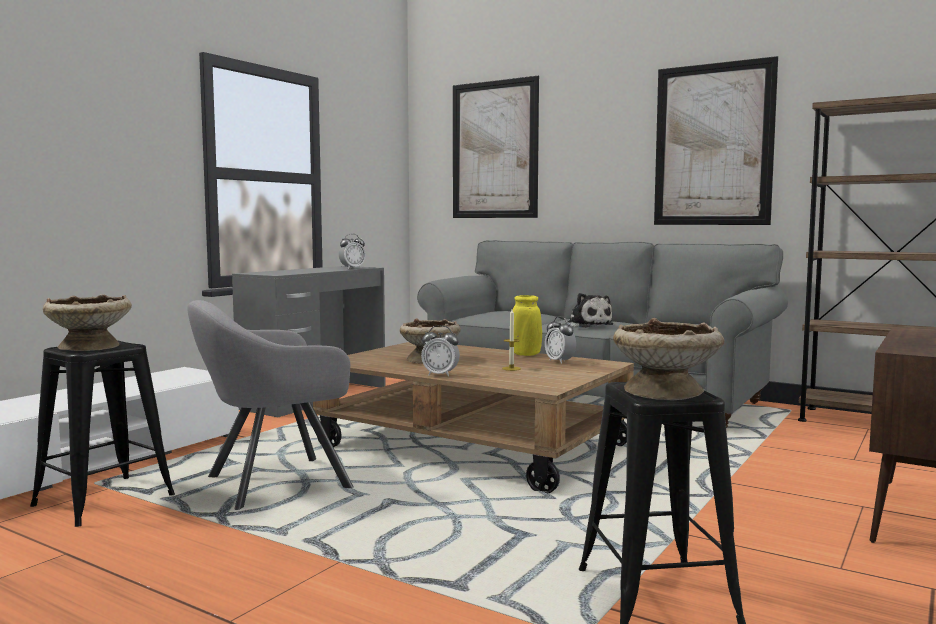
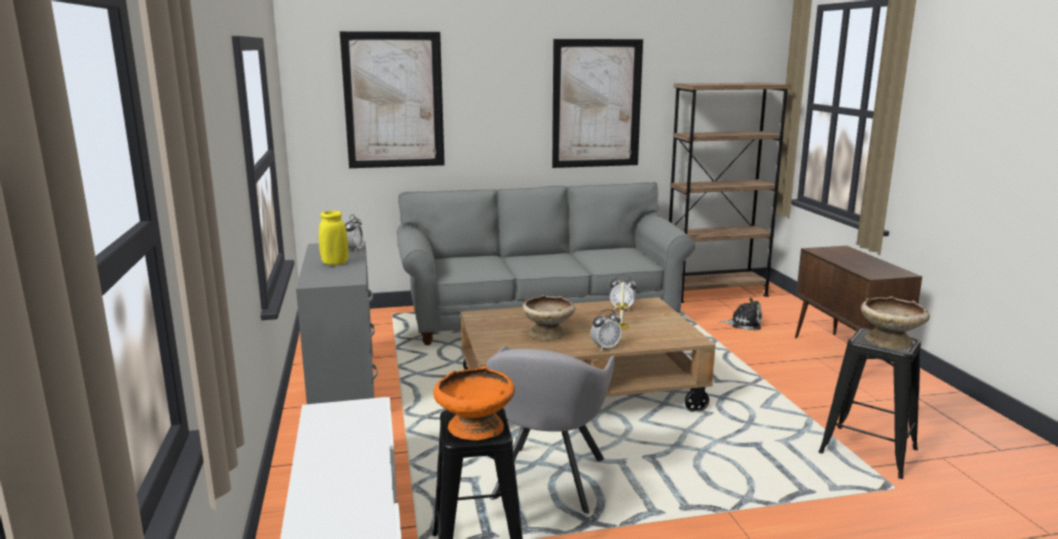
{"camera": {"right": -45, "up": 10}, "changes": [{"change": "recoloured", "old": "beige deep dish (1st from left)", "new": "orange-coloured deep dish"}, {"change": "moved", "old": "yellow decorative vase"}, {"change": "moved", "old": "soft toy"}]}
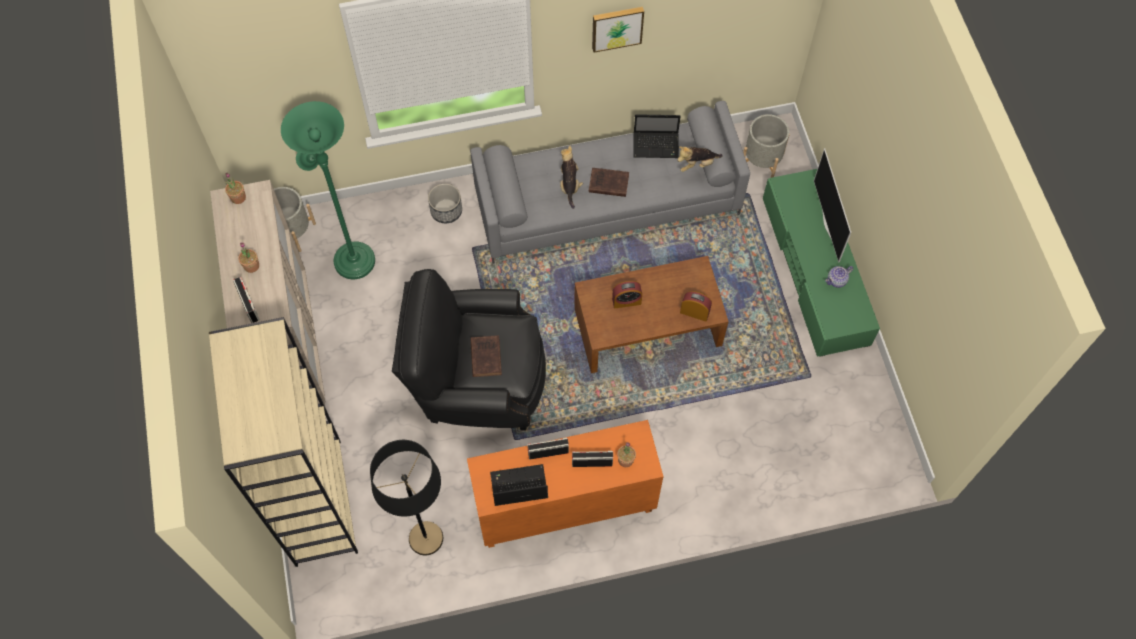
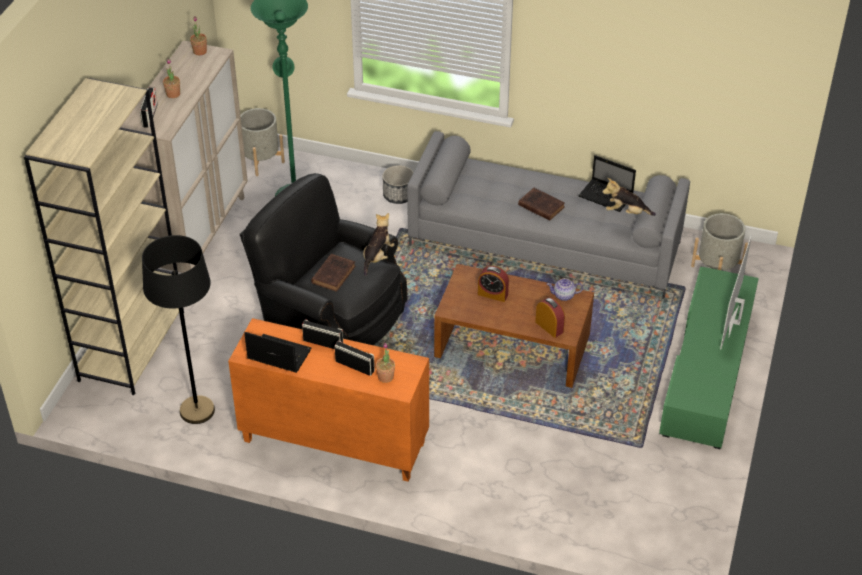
{"camera": {"right": 30, "up": -20}, "changes": [{"change": "moved", "old": "soft toy (1st from left)"}, {"change": "removed", "old": "wall art"}, {"change": "moved", "old": "teapot"}]}
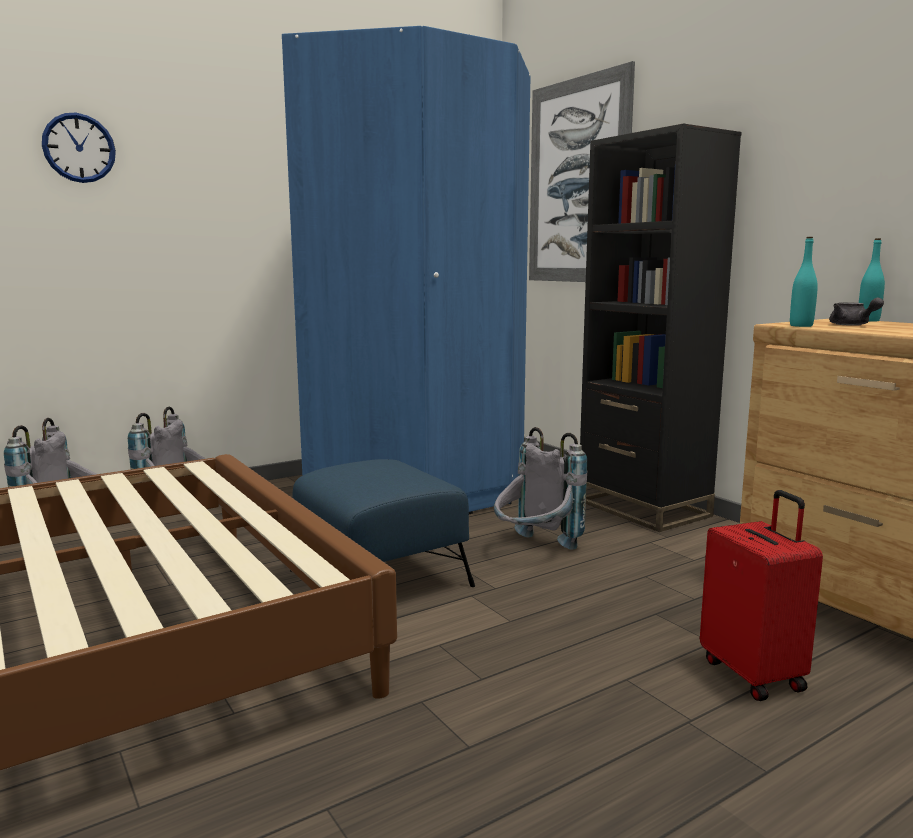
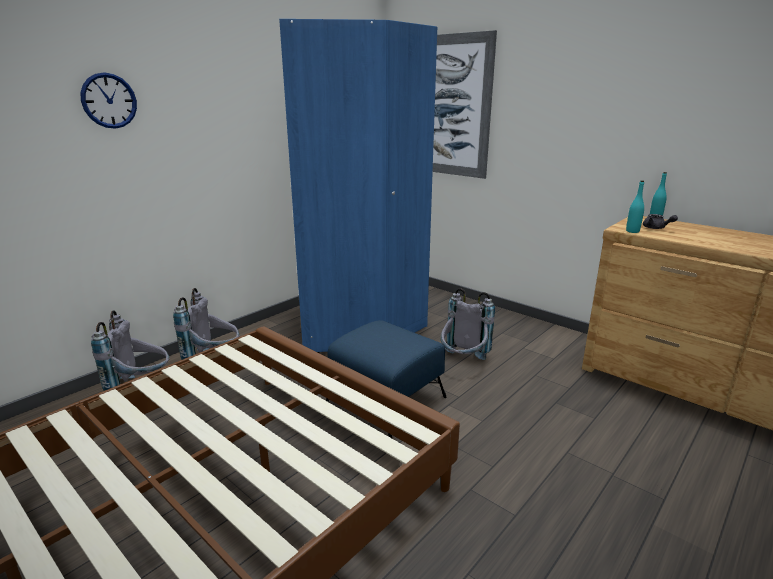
{"camera": {"right": -15, "up": 10}, "changes": [{"change": "removed", "old": "black bookshelf"}, {"change": "removed", "old": "reddish piece of luggage"}]}
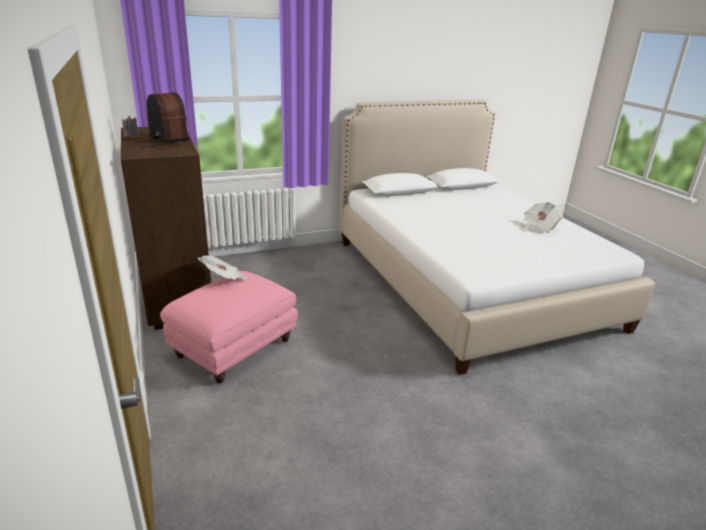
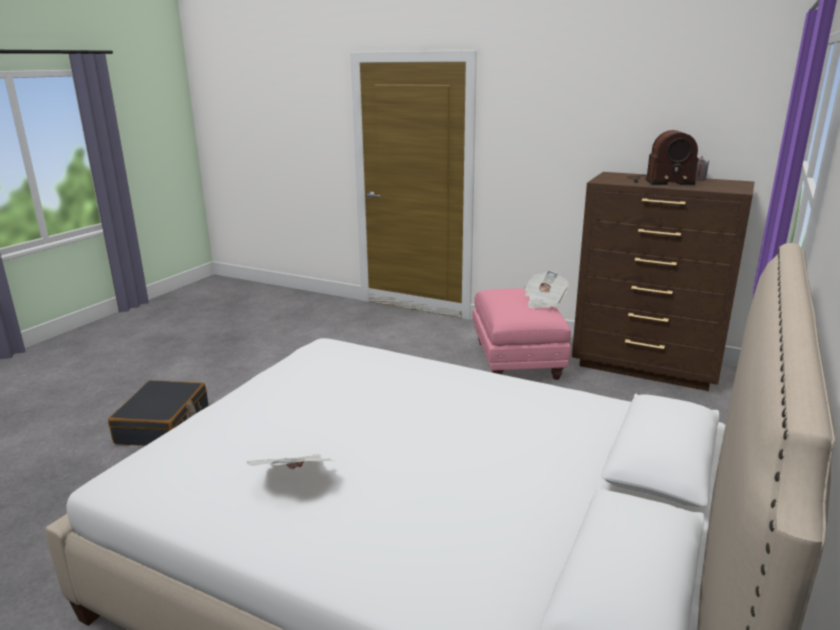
{"camera": {"right": 140, "up": -5}, "changes": [{"change": "added", "new": "black piece of luggage"}]}
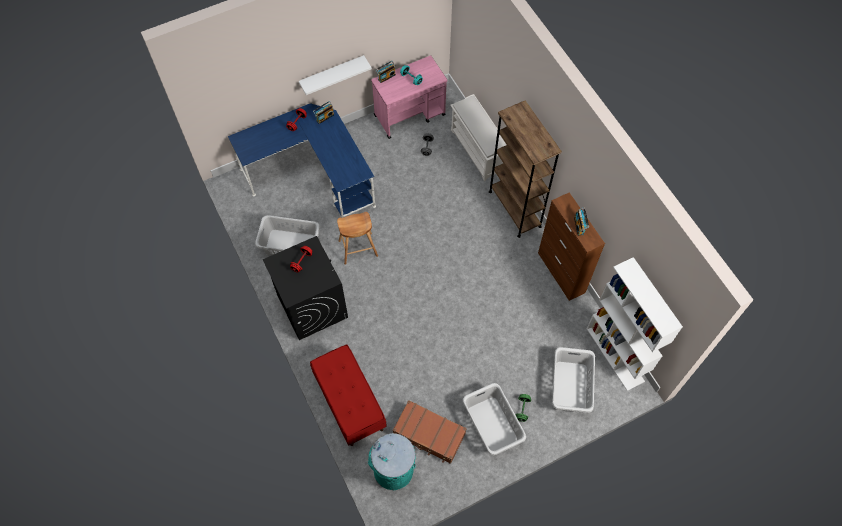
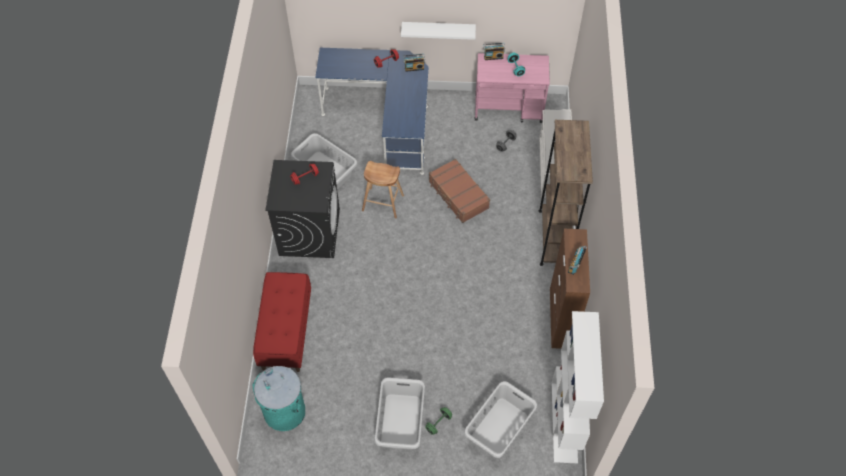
{"camera": {"right": 30, "up": -5}, "changes": [{"change": "moved", "old": "brownish piece of luggage"}]}
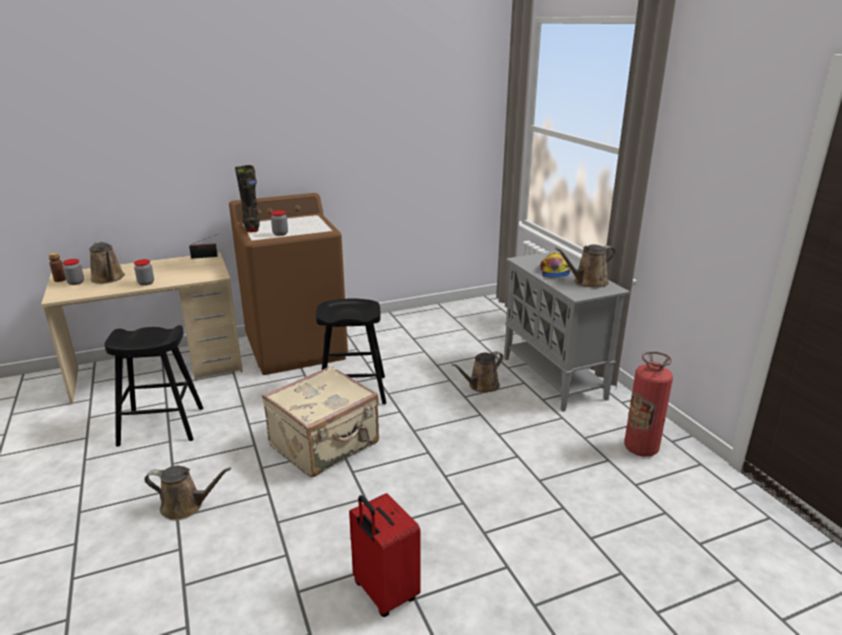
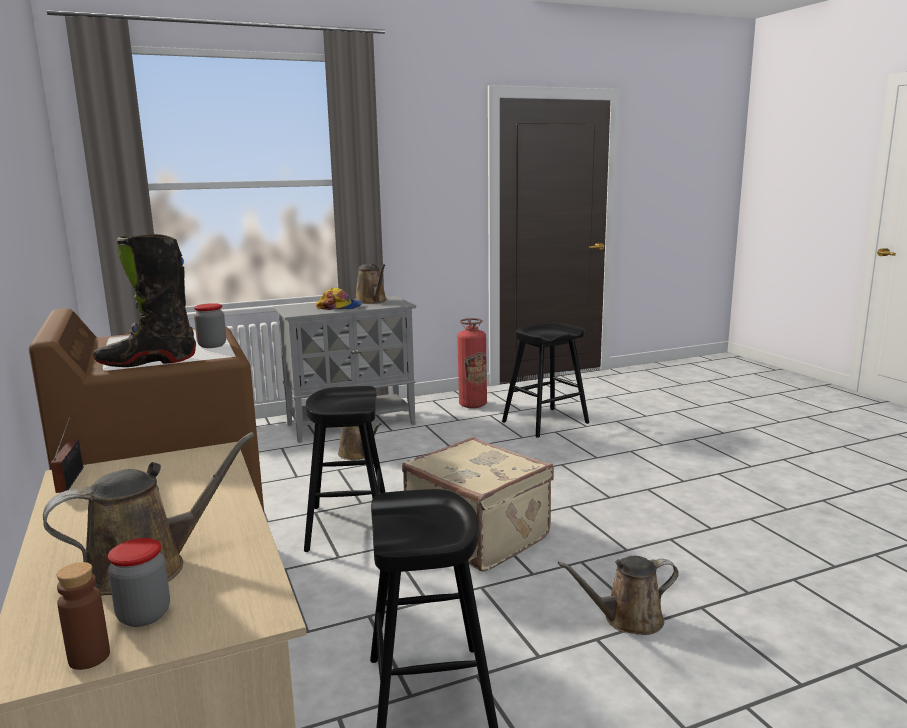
{"camera": {"right": -90, "up": -10}, "changes": [{"change": "removed", "old": "preserve jar (2nd from left)"}, {"change": "turned", "old": "brownish sprinkling can (2nd from left in the first image)", "degrees": -105}, {"change": "removed", "old": "reddish piece of luggage"}, {"change": "added", "new": "black stool (3rd from left)"}]}
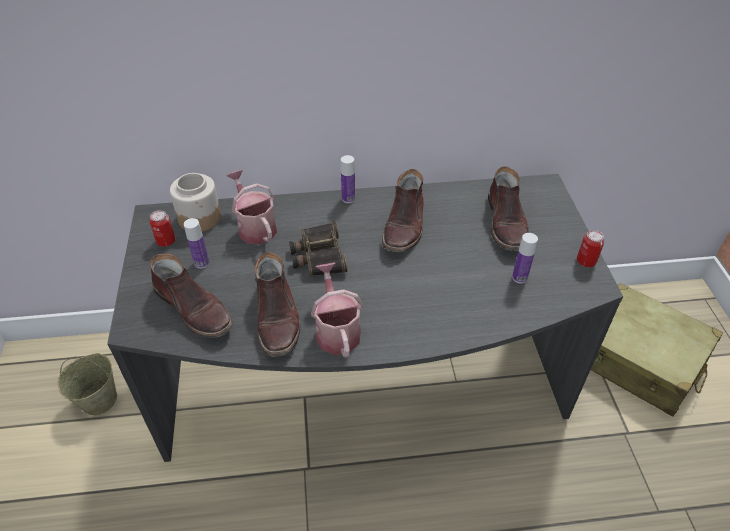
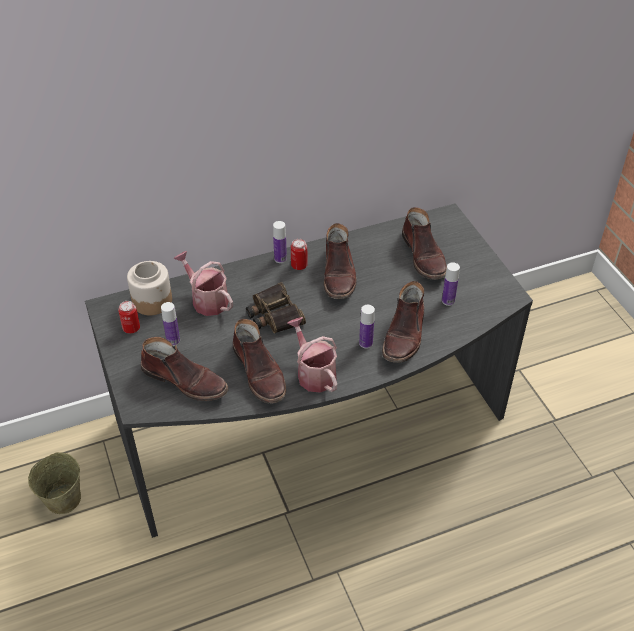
{"camera": {"right": -15, "up": 0}, "changes": [{"change": "moved", "old": "can (2nd from left)"}, {"change": "removed", "old": "beige piece of luggage"}, {"change": "added", "new": "bottle (3rd from left)"}, {"change": "added", "new": "brownish high-top boot (4th from left)"}]}
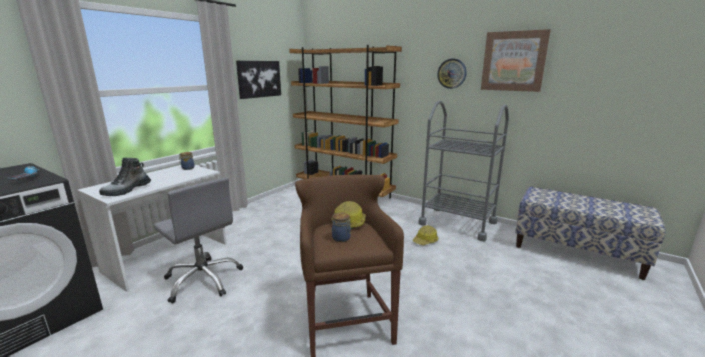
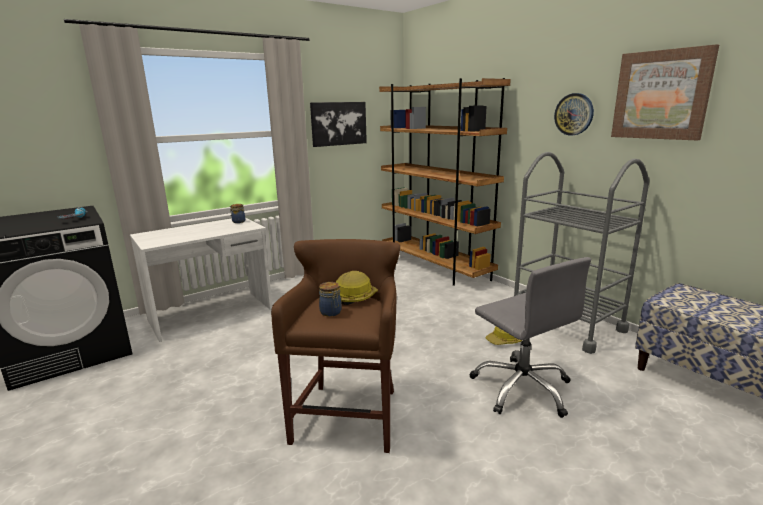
{"camera": {"right": 20, "up": 0}, "changes": [{"change": "removed", "old": "high-top boot"}, {"change": "moved", "old": "grey desk chair"}]}
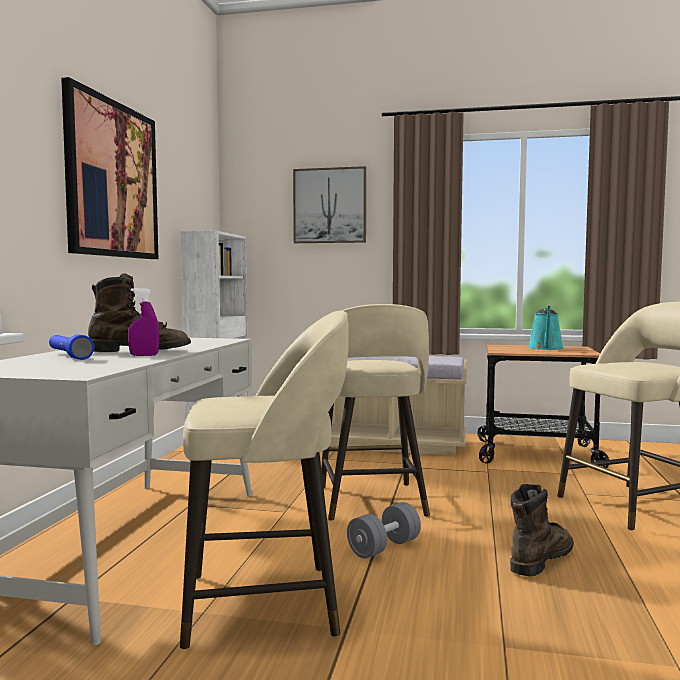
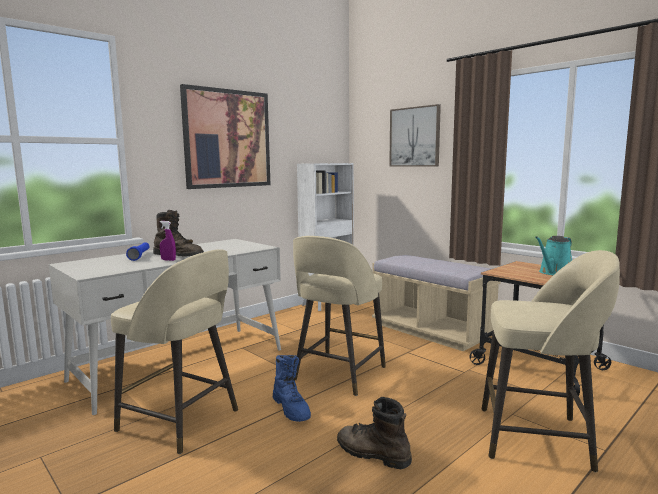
{"camera": {"right": 35, "up": 5}, "changes": [{"change": "replaced", "old": "grey hand weight", "new": "blue high-top boot"}, {"change": "turned", "old": "brownish high-top boot (2nd from left)", "degrees": -135}]}
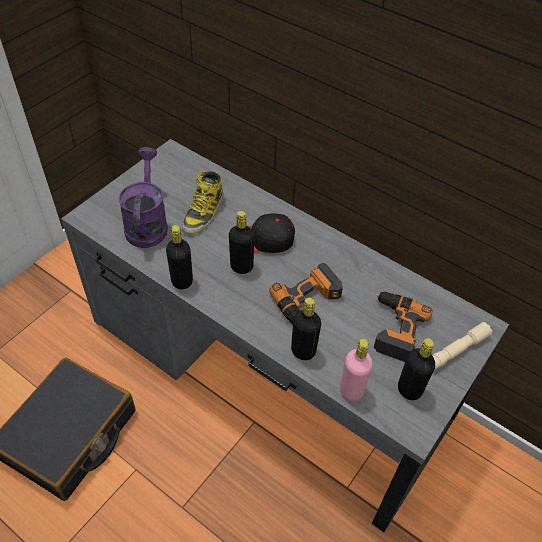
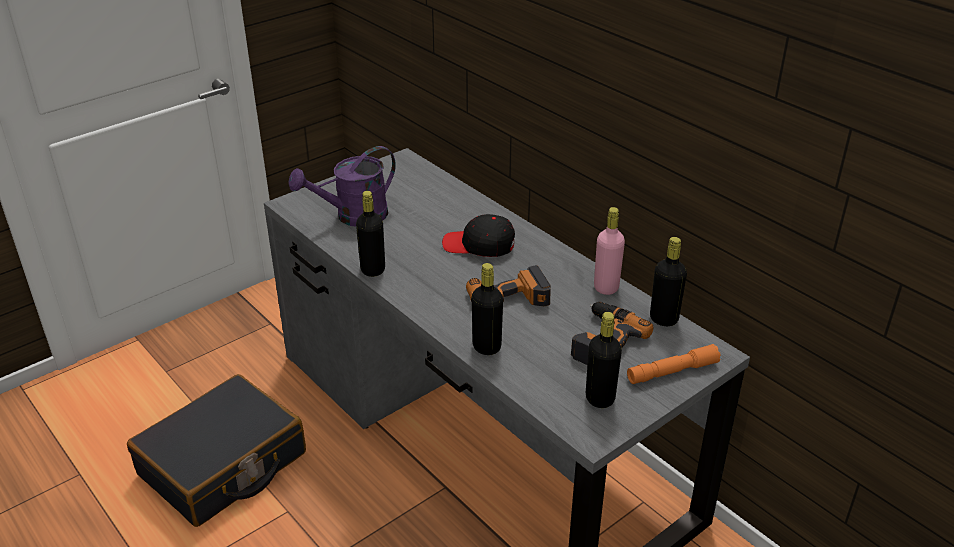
{"camera": {"right": 15, "up": -15}, "changes": [{"change": "turned", "old": "purple sprinkling can", "degrees": -135}, {"change": "removed", "old": "high-top boot"}, {"change": "moved", "old": "black bottle (2nd from left in the first image)", "new": "black bottle (4th from left)"}, {"change": "moved", "old": "pinkish bottle"}, {"change": "recoloured", "old": "beige torch", "new": "orange-coloured torch"}]}
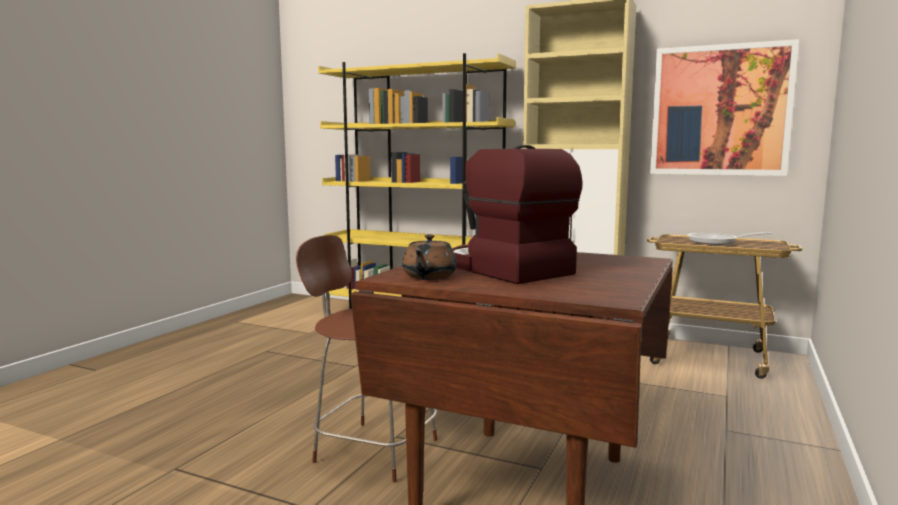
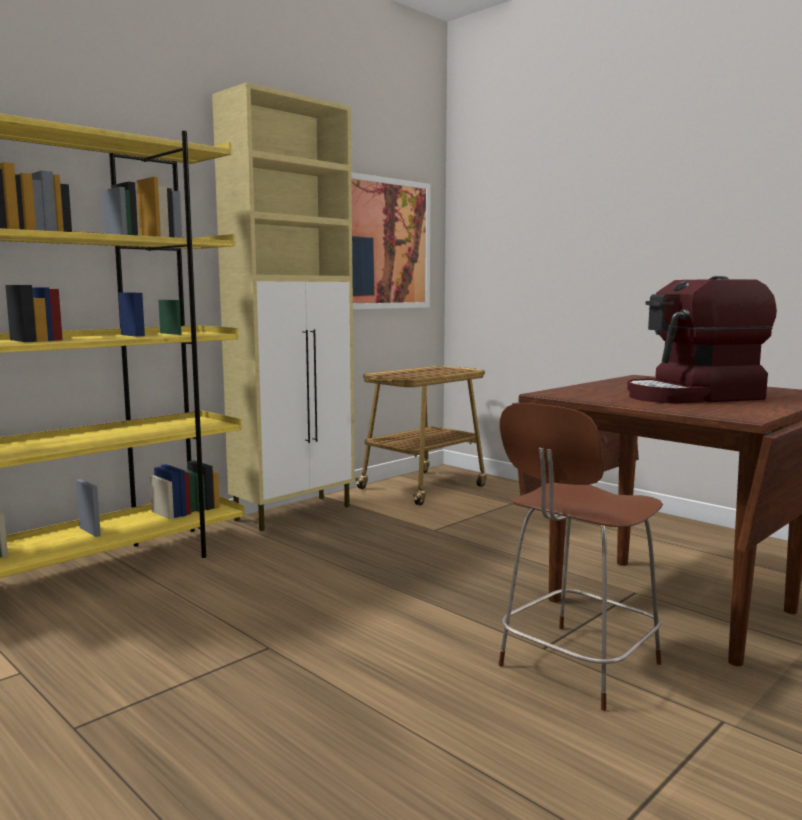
{"camera": {"right": -70, "up": 0}, "changes": [{"change": "removed", "old": "brownish teapot"}, {"change": "removed", "old": "pan"}]}
